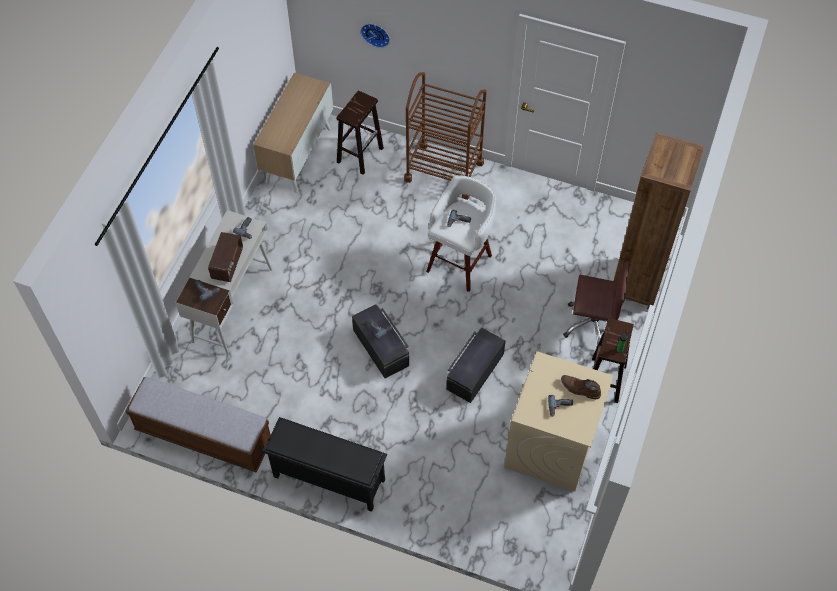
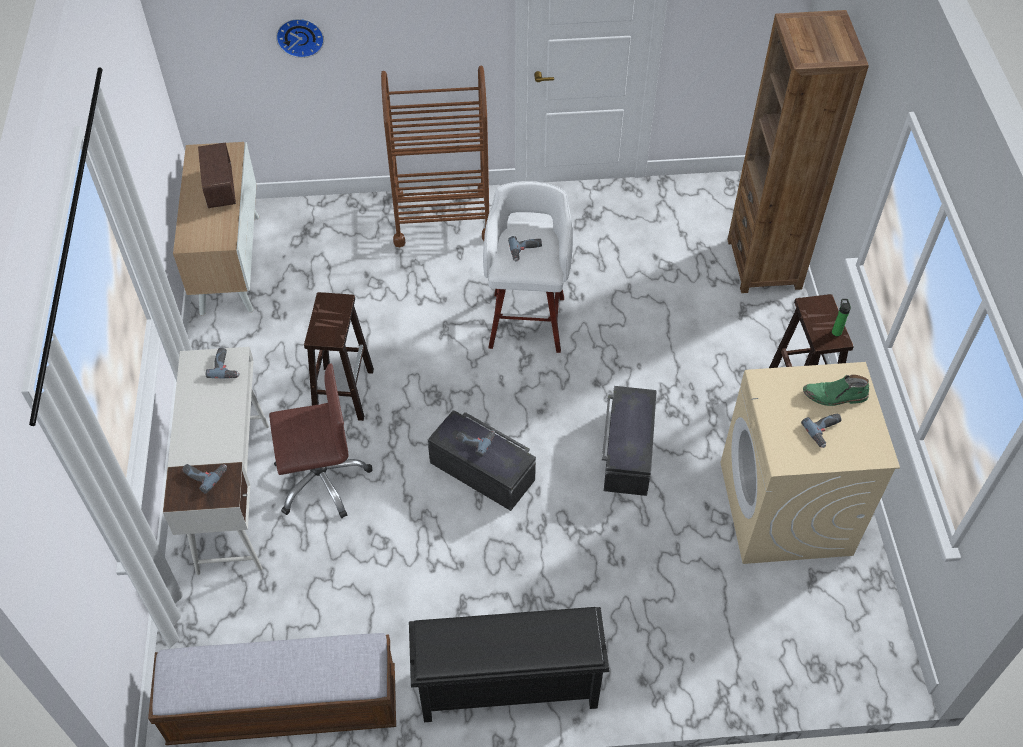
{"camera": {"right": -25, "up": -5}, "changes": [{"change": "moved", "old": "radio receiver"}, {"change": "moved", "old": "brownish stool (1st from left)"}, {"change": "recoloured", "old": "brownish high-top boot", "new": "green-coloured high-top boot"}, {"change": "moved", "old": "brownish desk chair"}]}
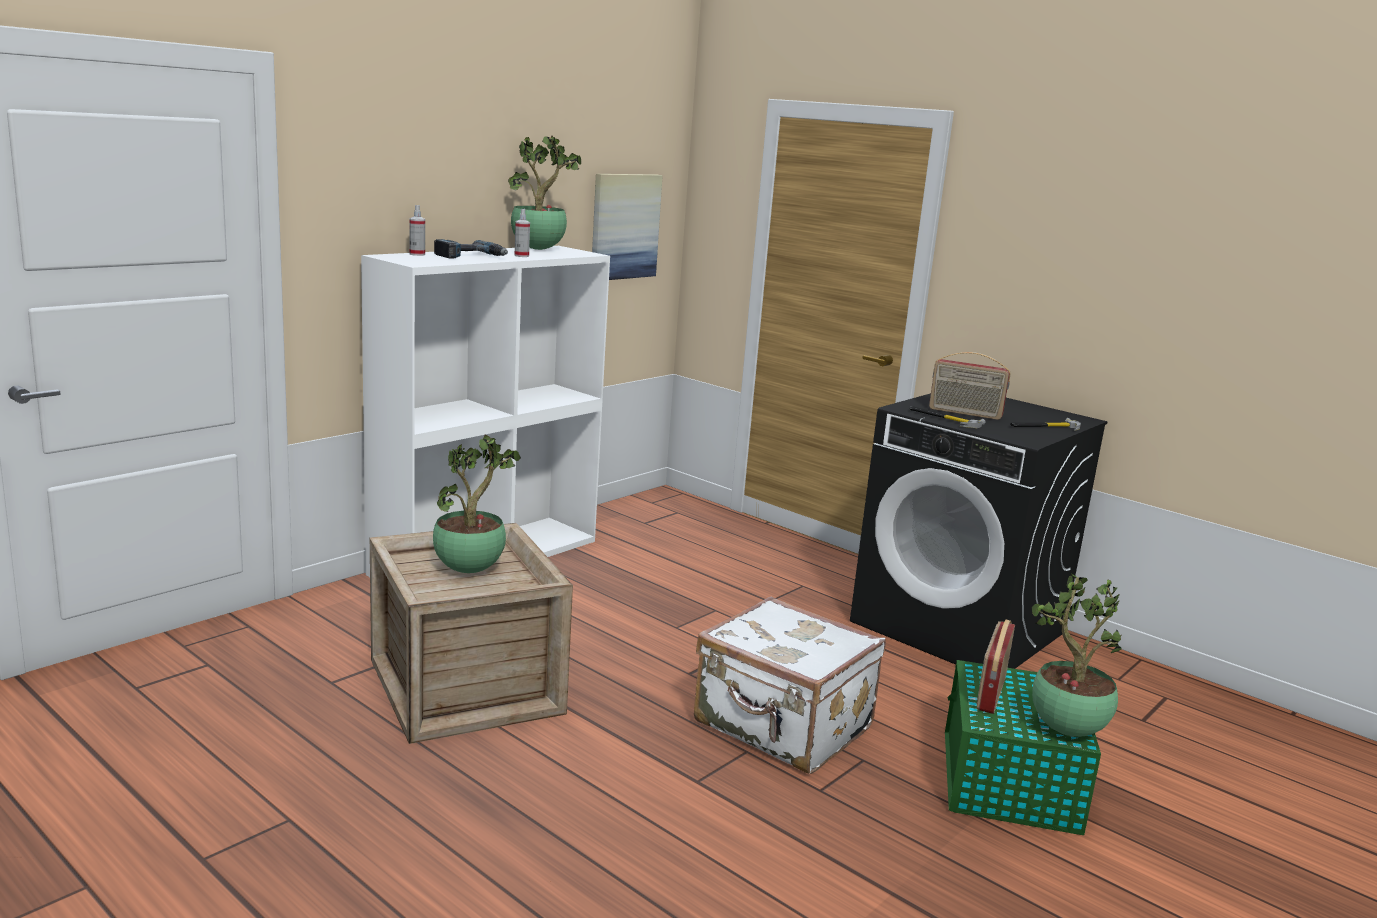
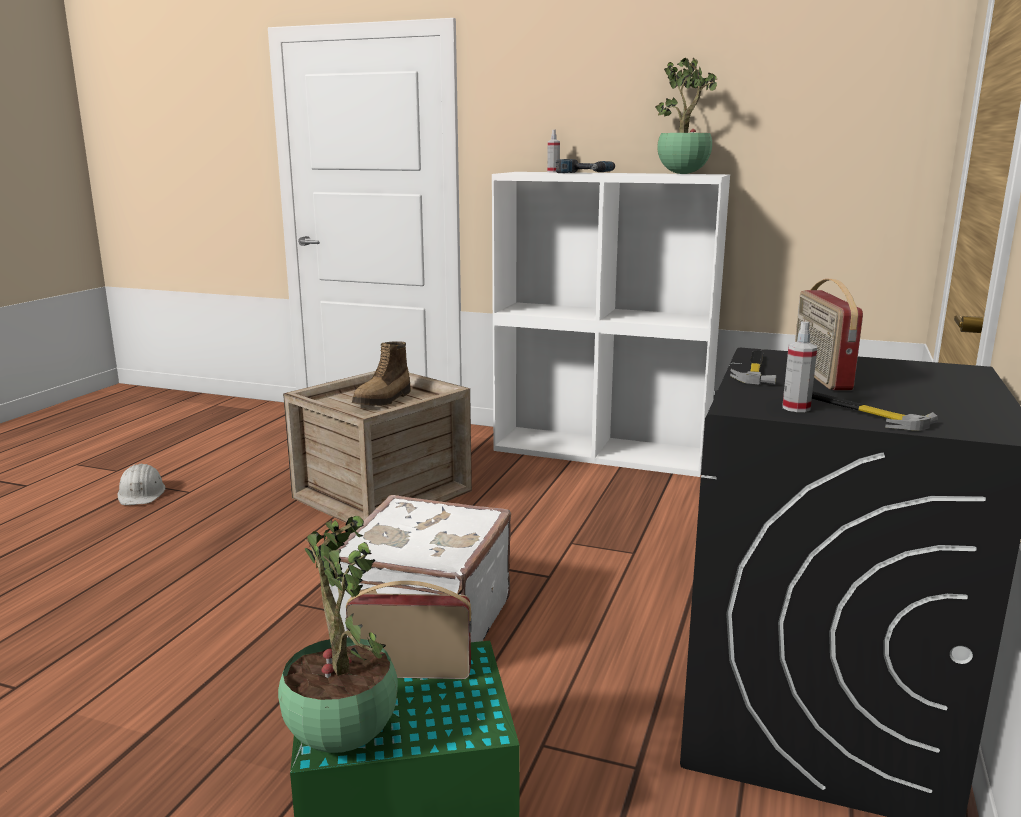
{"camera": {"right": 70, "up": 0}, "changes": [{"change": "replaced", "old": "plant in a pot (1st from left)", "new": "high-top boot"}, {"change": "moved", "old": "hand sprayer (2nd from left)"}, {"change": "removed", "old": "wall art"}, {"change": "added", "new": "whitish safety helmet"}]}
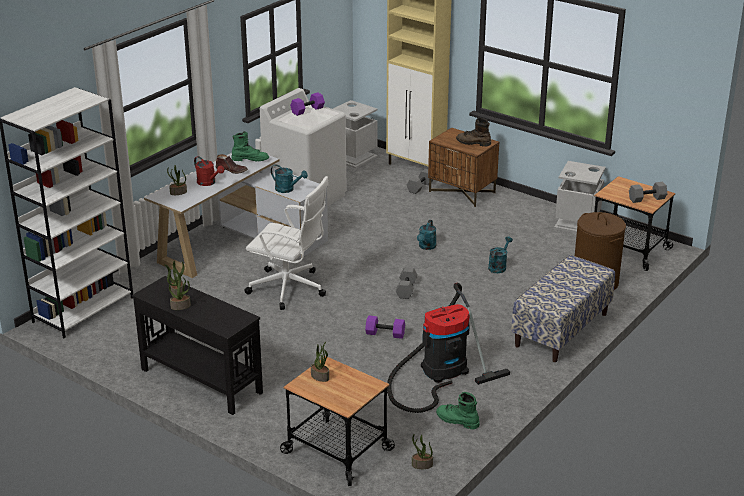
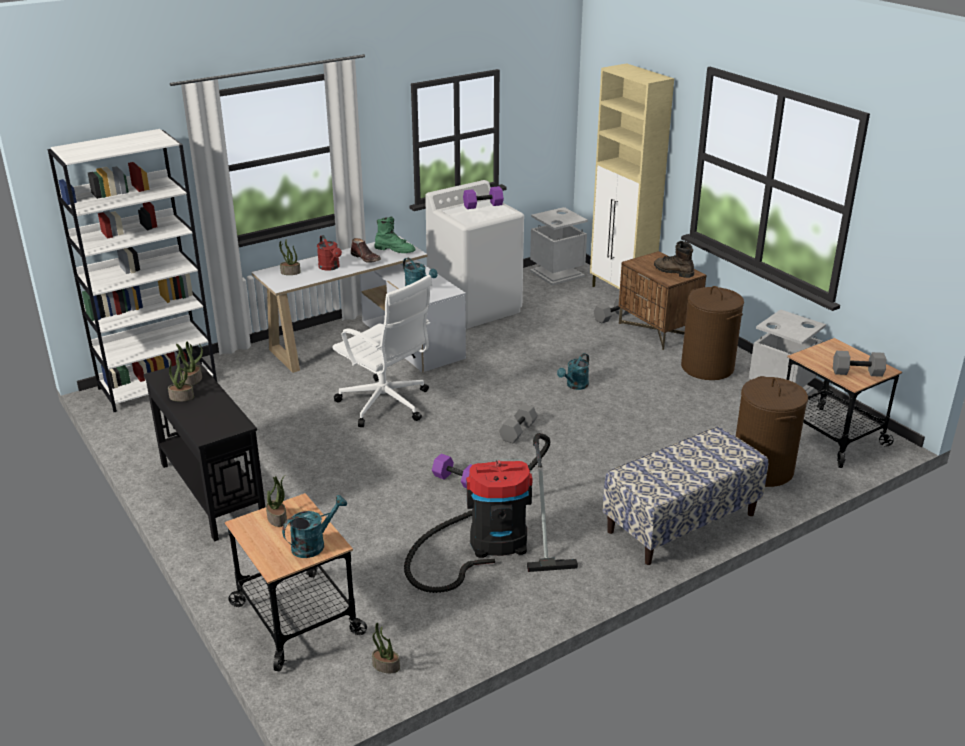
{"camera": {"right": 20, "up": 0}, "changes": [{"change": "removed", "old": "green-coloured high-top boot (2nd from left)"}, {"change": "moved", "old": "turquoise sprinkling can (3rd from left in the first image)", "new": "turquoise sprinkling can (1st from left)"}, {"change": "added", "new": "brownish hamper (1st from left)"}]}
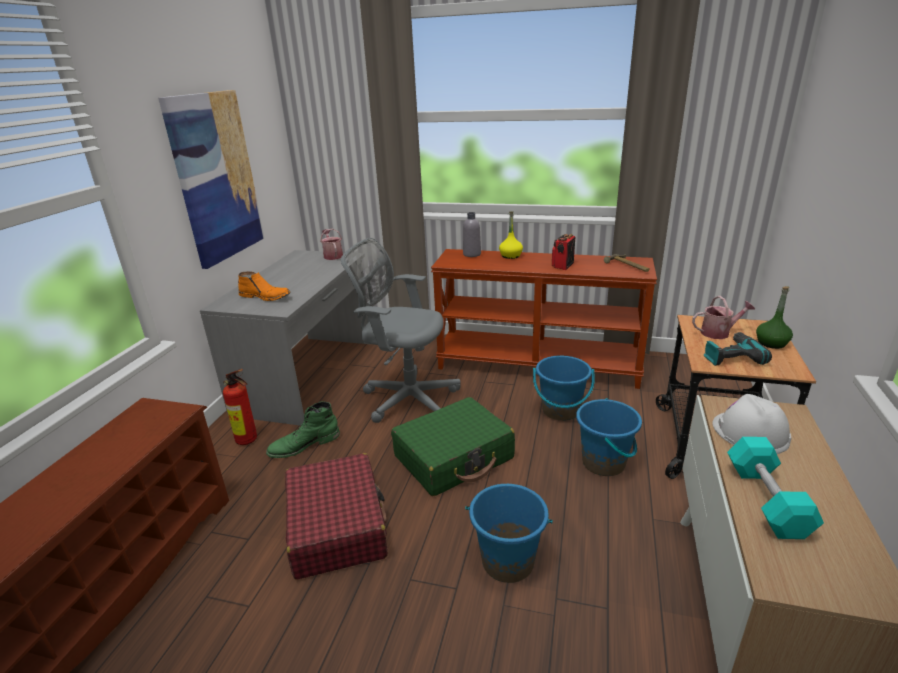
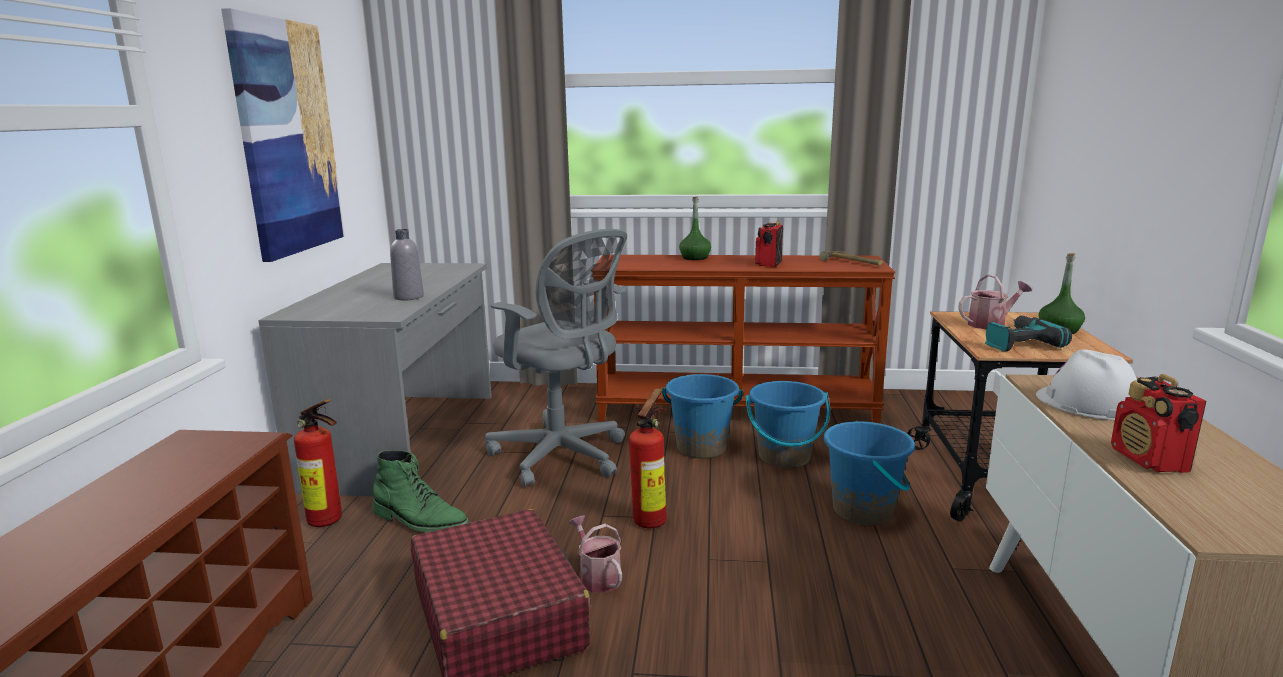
{"camera": {"right": -10, "up": -10}, "changes": [{"change": "removed", "old": "orange-coloured high-top boot"}, {"change": "turned", "old": "green-coloured high-top boot", "degrees": -120}, {"change": "moved", "old": "sprinkling can (1st from left)"}, {"change": "turned", "old": "grey desk chair", "degrees": -150}, {"change": "replaced", "old": "green-coloured piece of luggage", "new": "fire-fighting cylinder (2nd from left)"}, {"change": "moved", "old": "grey bottle"}, {"change": "moved", "old": "blue pail (1st from left)"}, {"change": "recoloured", "old": "yellow bottle", "new": "green-coloured bottle (1st from left)"}, {"change": "replaced", "old": "turquoise hand weight", "new": "radio receiver (2nd from left)"}]}
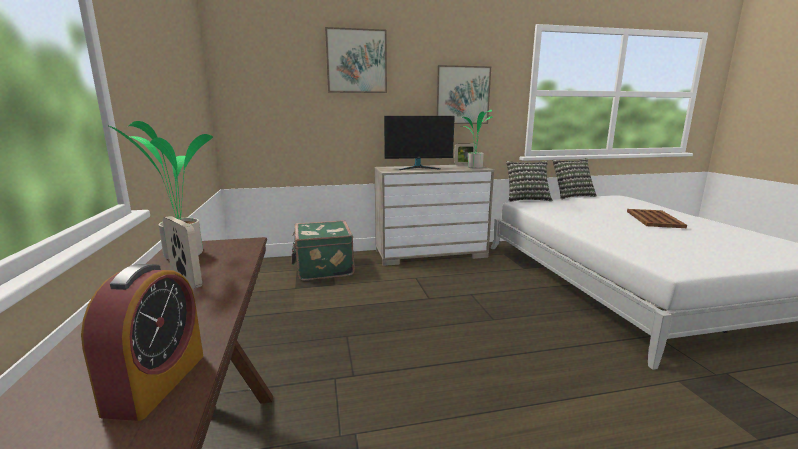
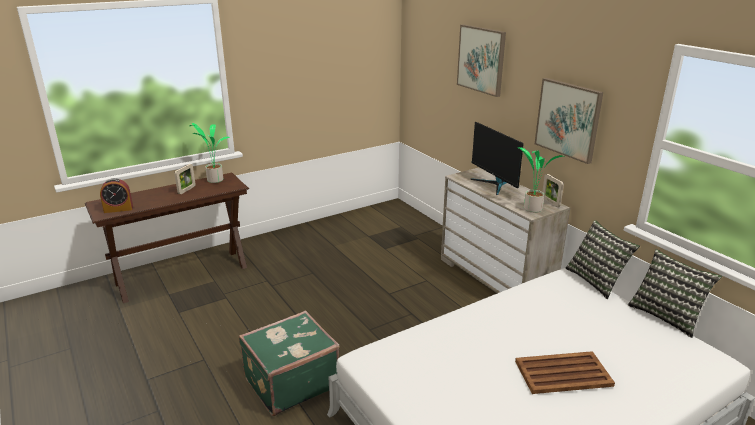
{"camera": {"right": 70, "up": 10}, "changes": [{"change": "moved", "old": "green-coloured piece of luggage"}]}
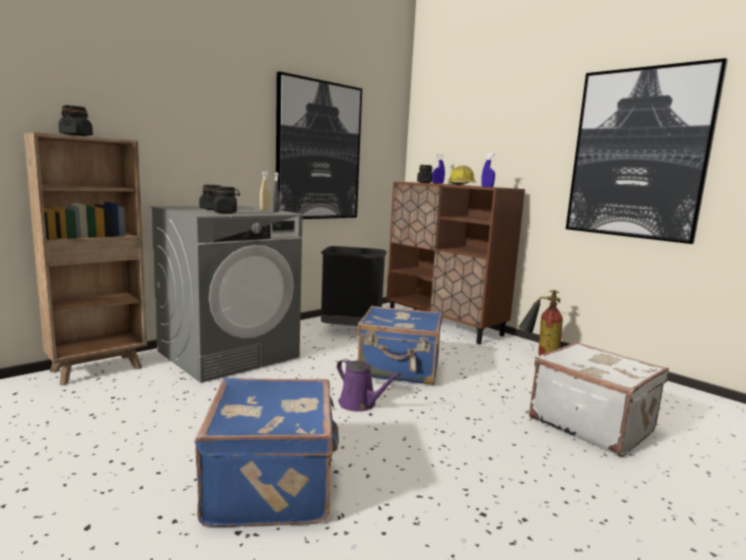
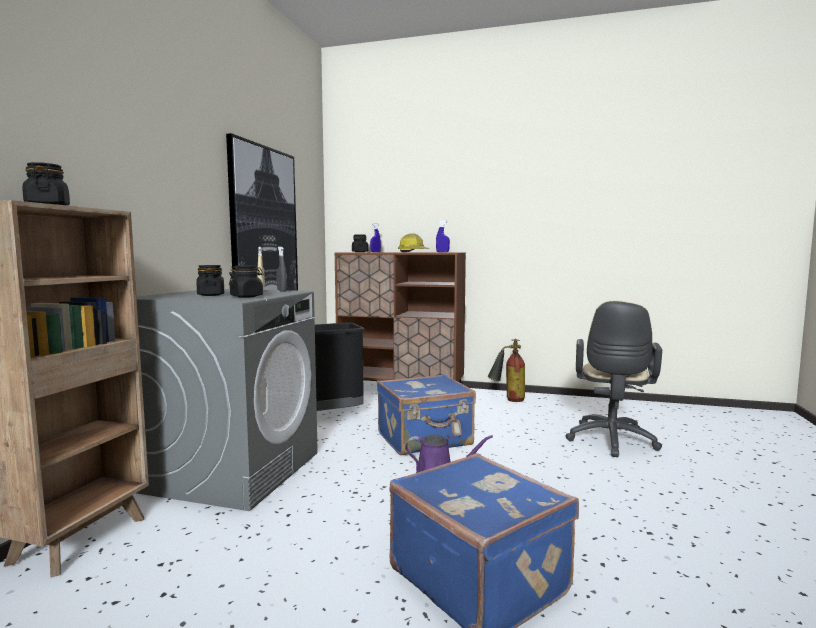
{"camera": {"right": -30, "up": -5}, "changes": [{"change": "replaced", "old": "whitish piece of luggage", "new": "beige desk chair"}, {"change": "removed", "old": "wall art (2nd from left)"}]}
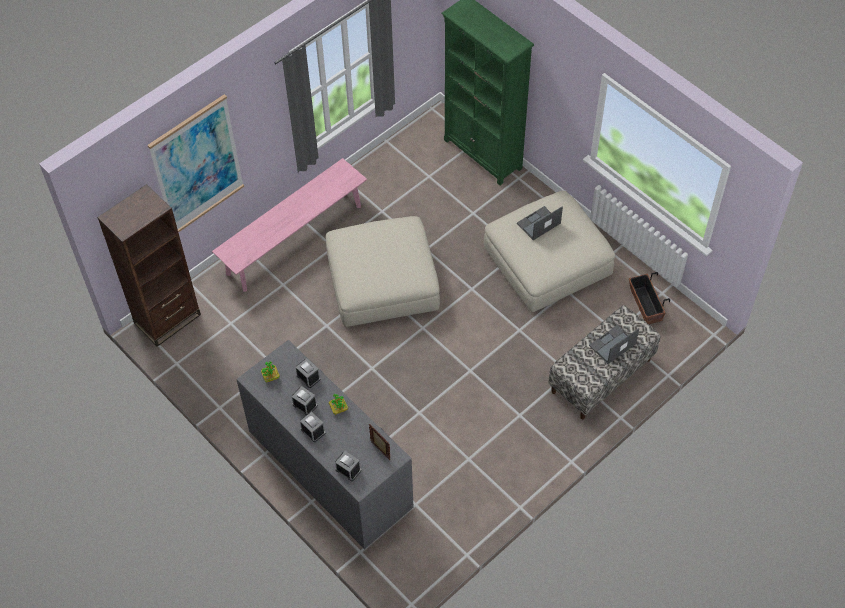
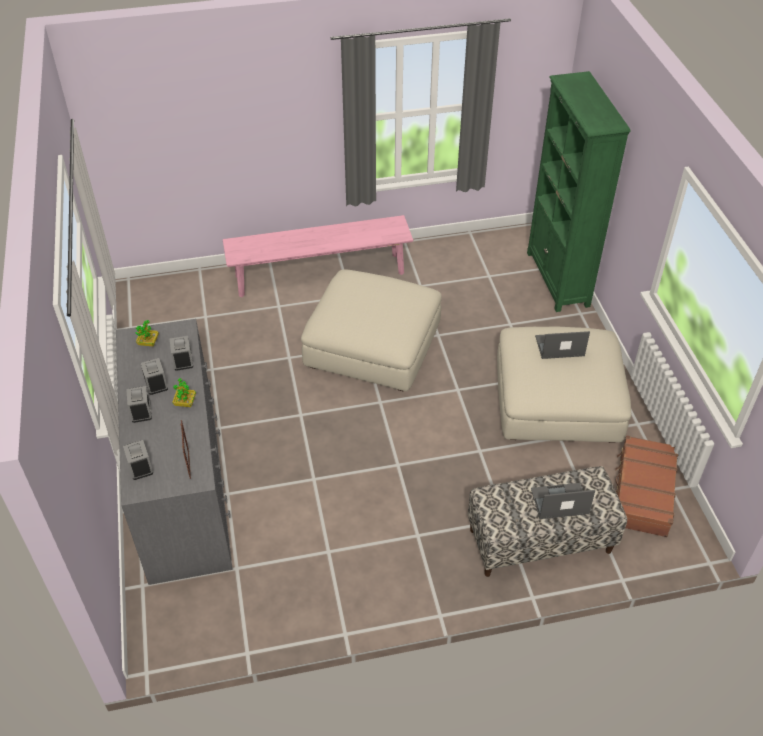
{"camera": {"right": 30, "up": -10}, "changes": [{"change": "removed", "old": "brownish bookshelf"}, {"change": "removed", "old": "wall art"}, {"change": "replaced", "old": "planter", "new": "brownish piece of luggage"}]}
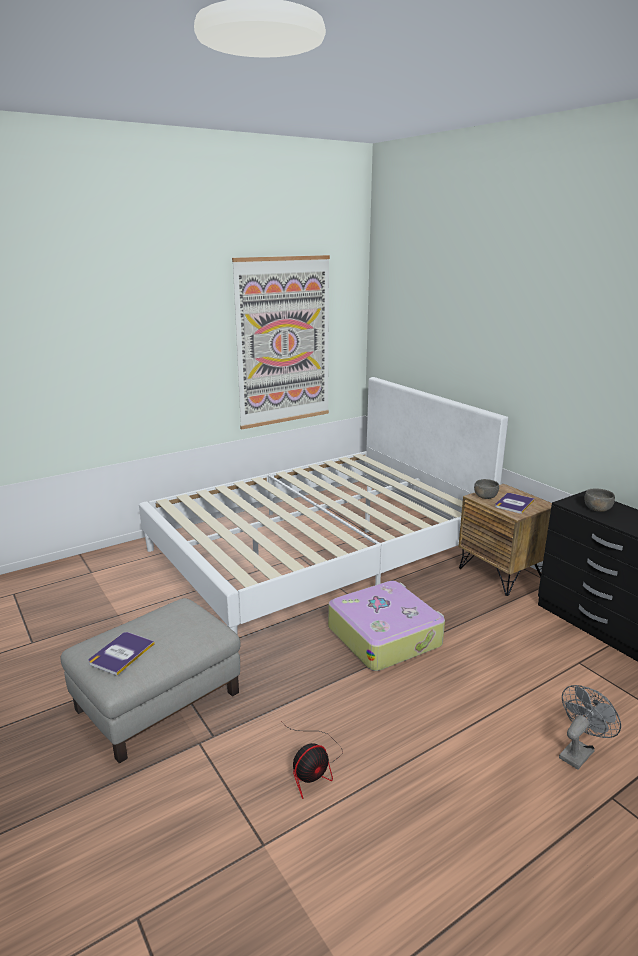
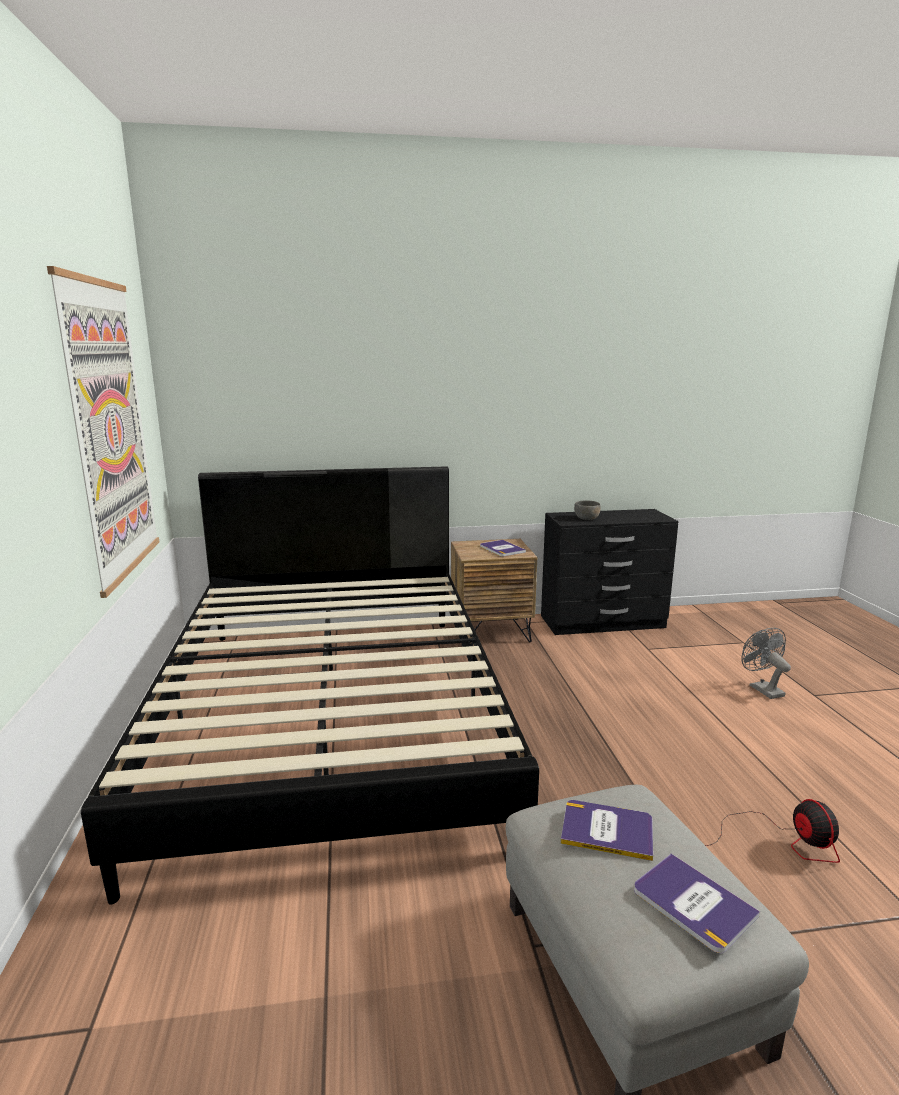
{"camera": {"right": -65, "up": -5}, "changes": [{"change": "recoloured", "old": "whitish bed", "new": "black bed"}, {"change": "removed", "old": "piece of luggage"}, {"change": "removed", "old": "grey deep dish (1st from left)"}, {"change": "added", "new": "bound book (2nd from left)"}]}
